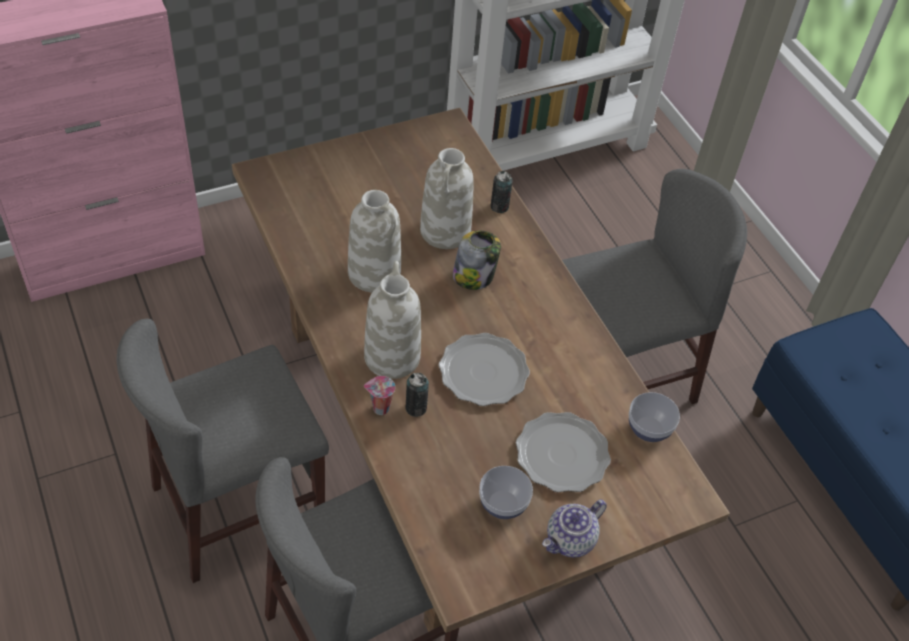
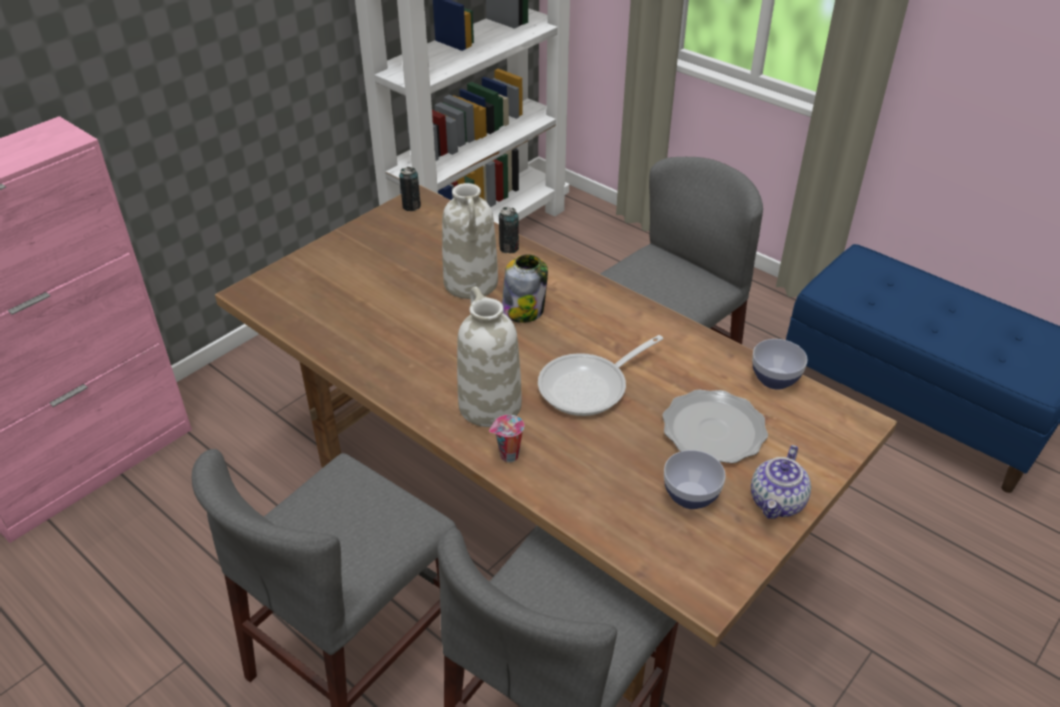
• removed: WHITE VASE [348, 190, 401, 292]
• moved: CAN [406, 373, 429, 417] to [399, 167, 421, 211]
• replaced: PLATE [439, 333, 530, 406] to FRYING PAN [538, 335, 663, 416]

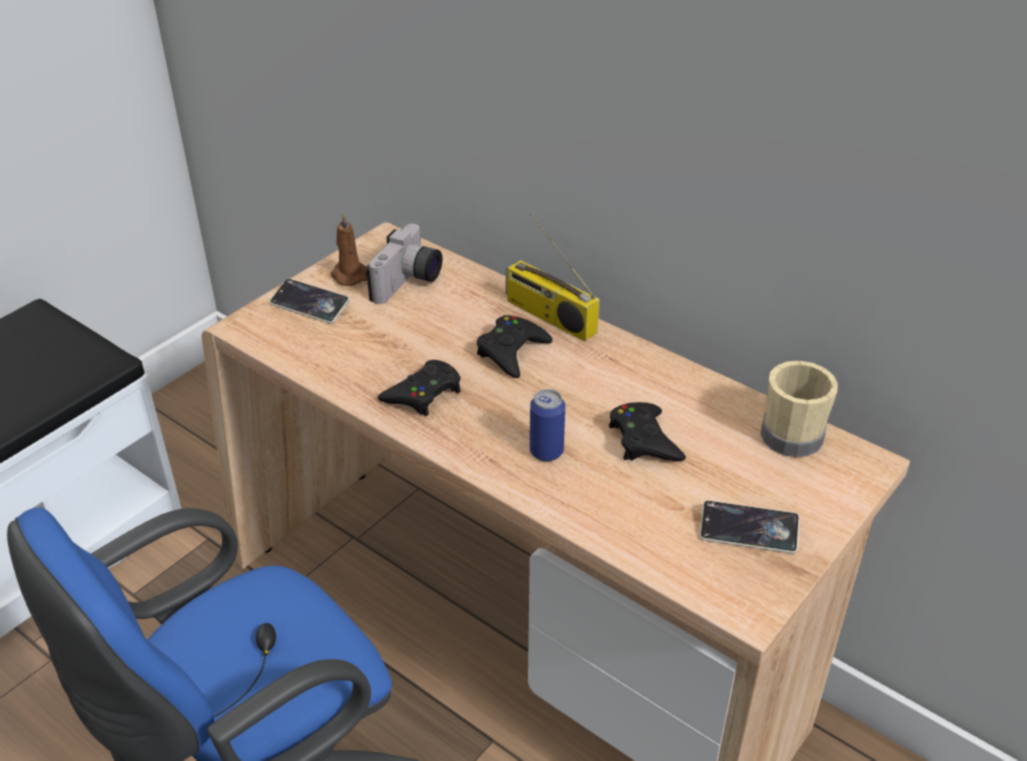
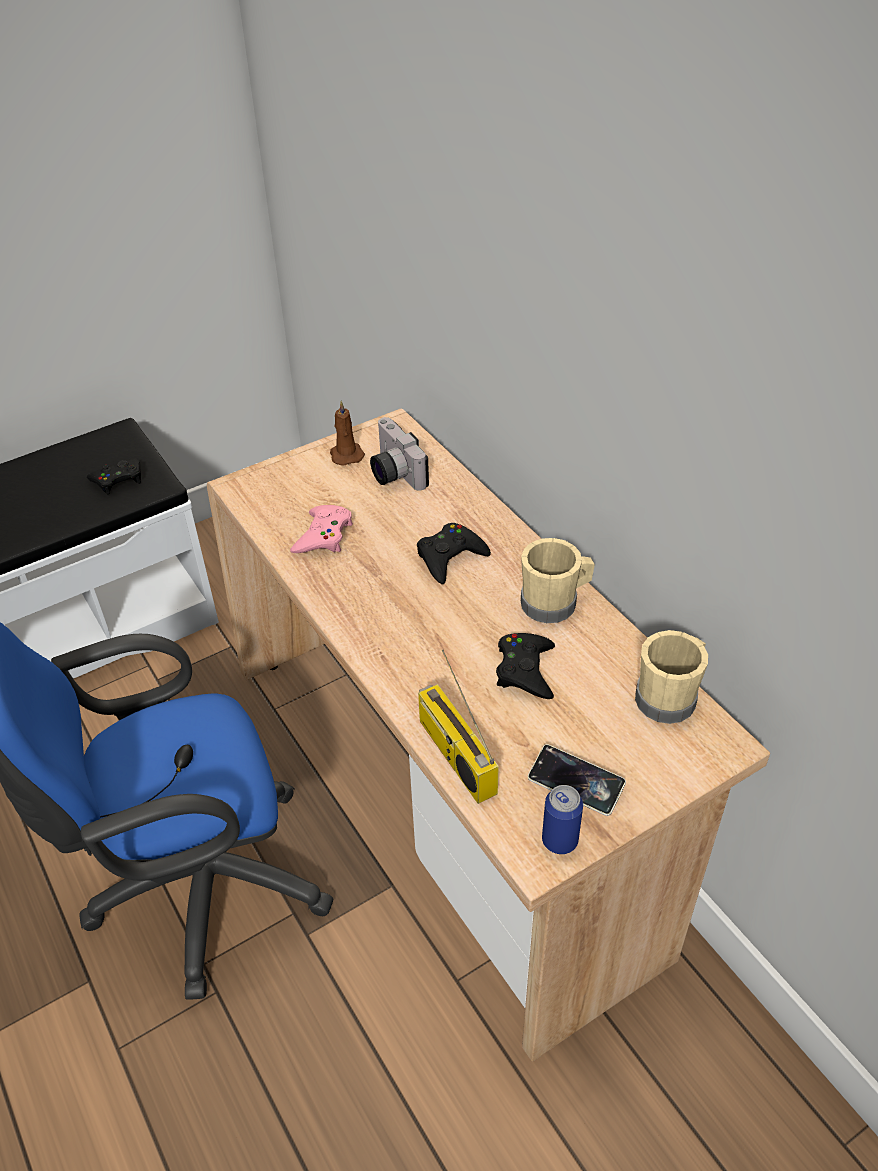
• removed: PHONE [270, 279, 350, 324]
• added: PINK GAME CONTROLLER [290, 505, 353, 553]
• added: BEIGE MUG [521, 538, 595, 623]
• moved: BLACK GAME CONTROLLER [378, 360, 461, 416] to [87, 458, 141, 494]
• moved: RADIO [506, 213, 599, 341] to [418, 649, 499, 804]
• moved: CAN [530, 389, 565, 462] to [542, 785, 583, 854]
• turned: PHOTO CAMERA [365, 224, 442, 304] = [370, 417, 429, 490] 105 degrees clockwise

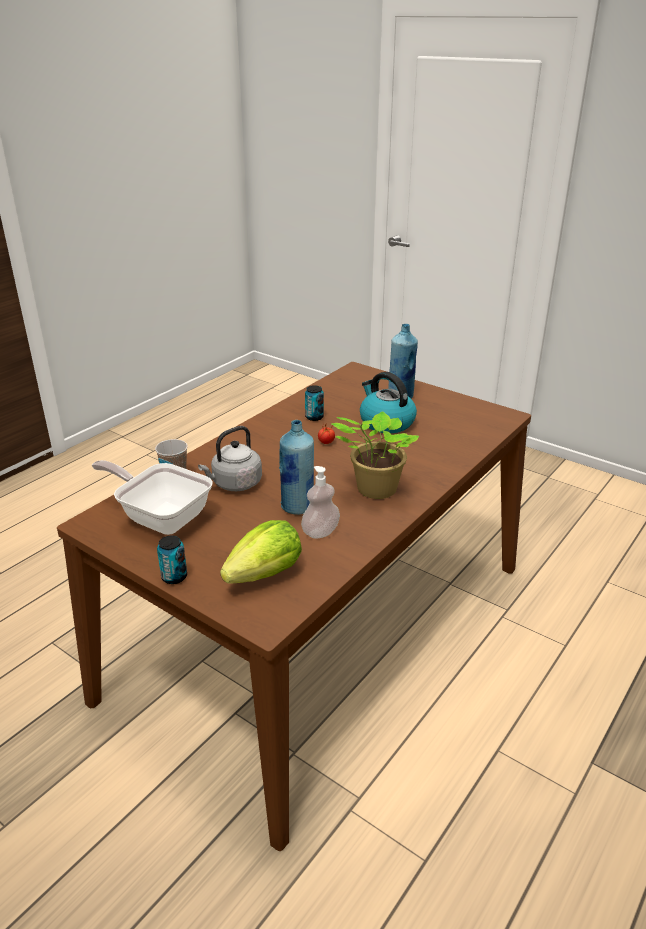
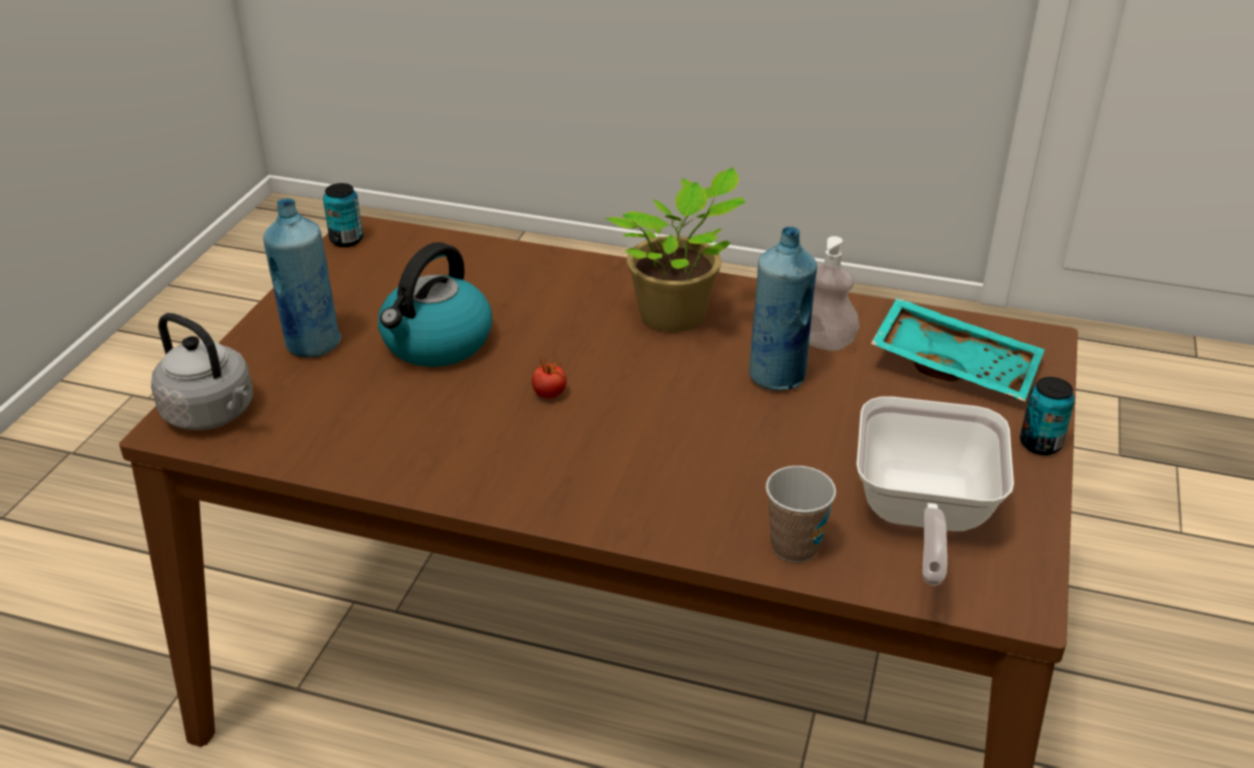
• moved: GREY KETTLE [198, 426, 262, 491] to [151, 313, 253, 430]
• moved: CAN [305, 385, 324, 421] to [323, 183, 363, 247]
• replaced: LETTUCE [220, 520, 302, 583] to TURQUOISE TRAY [871, 297, 1045, 401]

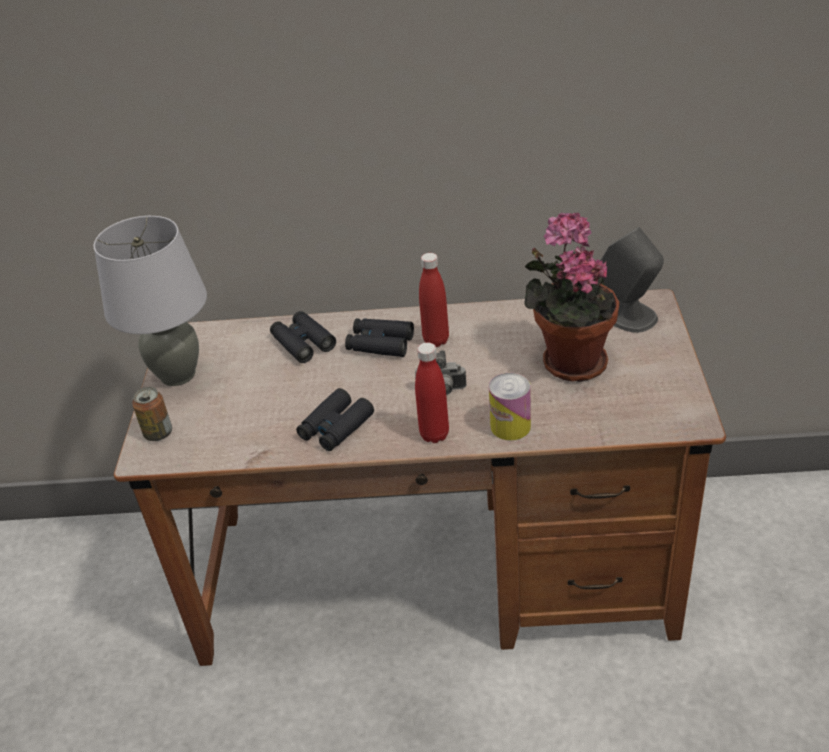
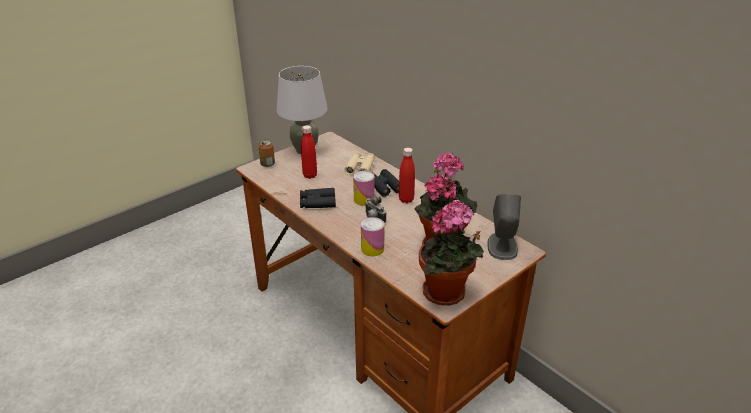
• added: CAN [353, 171, 375, 206]
• added: POTTED PLANT [419, 200, 484, 305]
• moved: RED BOTTLE [415, 342, 449, 443] to [301, 125, 317, 179]
• recoloured: BLACK BINOCULARS [270, 311, 336, 363] to BEIGE BINOCULARS [344, 152, 375, 175]

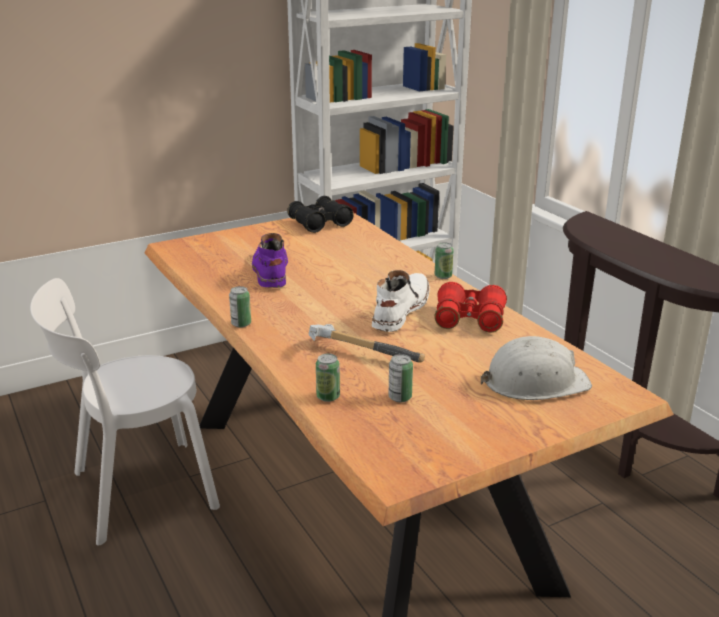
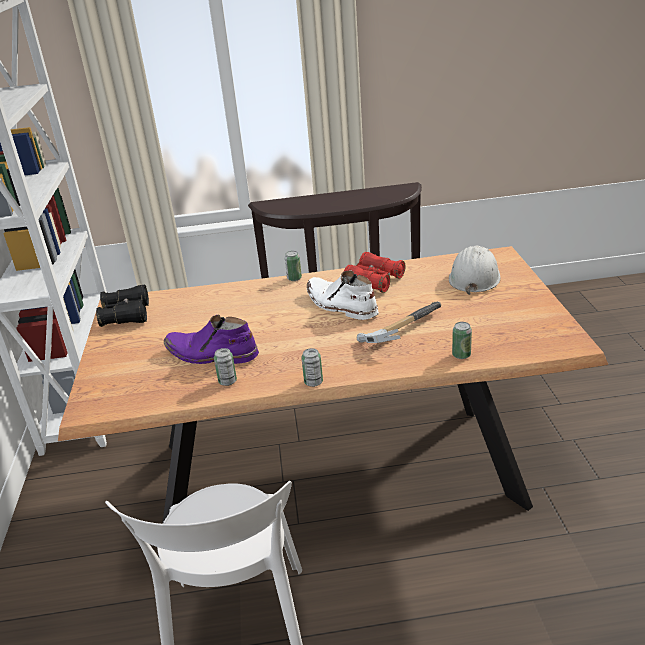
• moved: CAN [389, 354, 413, 402] to [214, 348, 237, 386]

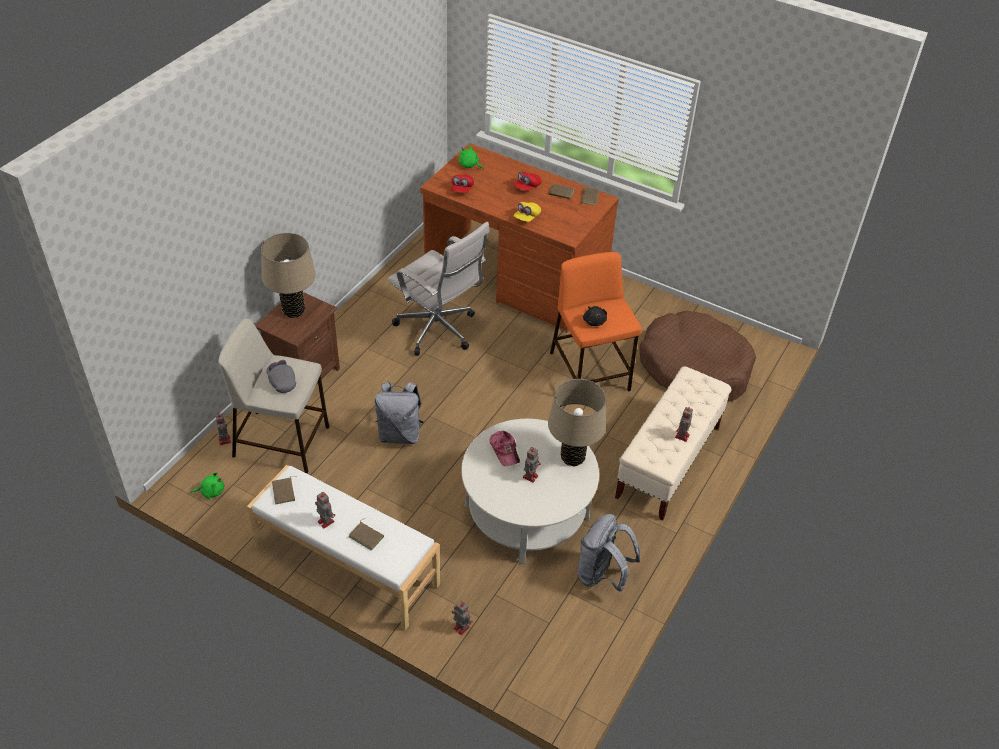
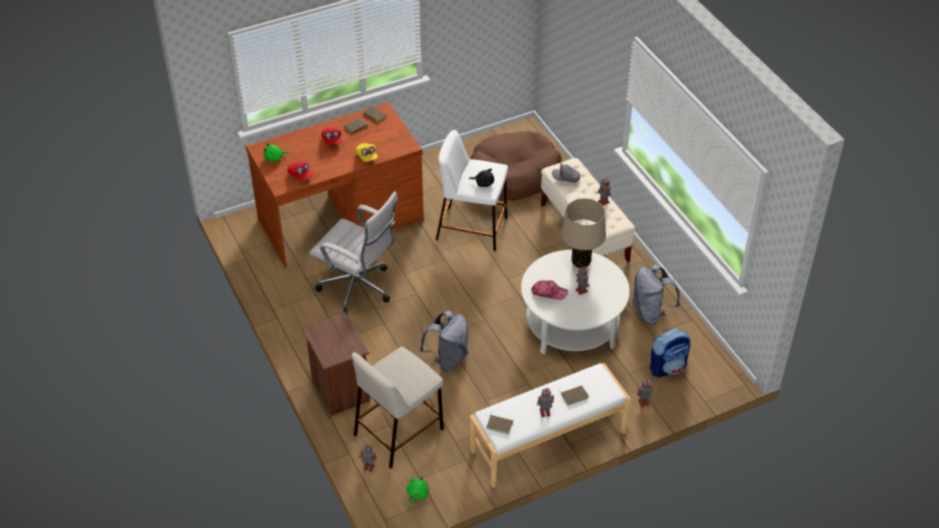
• removed: BEIGE TABLE LAMP [261, 233, 316, 318]
• added: BACKPACK [650, 328, 690, 378]
• moved: GREY CAP [266, 360, 296, 393] to [552, 163, 580, 183]
• recoloured: ORANGE STOOL [550, 252, 642, 391] to WHITE STOOL [436, 130, 508, 251]
• turned: WHITE OFFICE CHAIR [388, 222, 490, 356] = [309, 191, 398, 315] 45 degrees clockwise

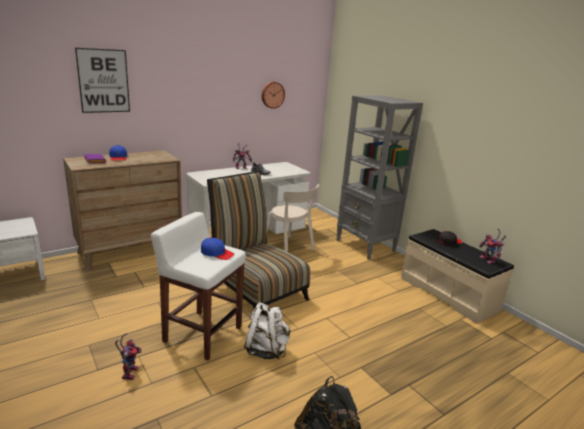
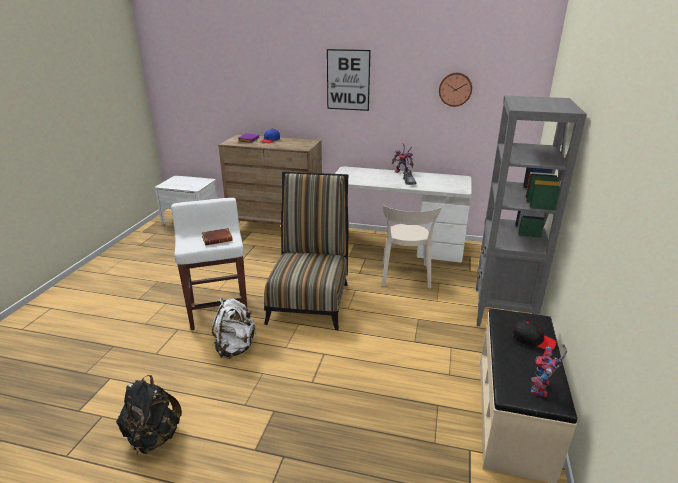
• removed: TOY ROBOT [115, 333, 142, 380]
• moved: PICTURE [75, 48, 130, 113] to [327, 49, 371, 111]
• replaced: BLUE CAP [201, 238, 234, 260] to BROWN BOOK [202, 228, 233, 246]

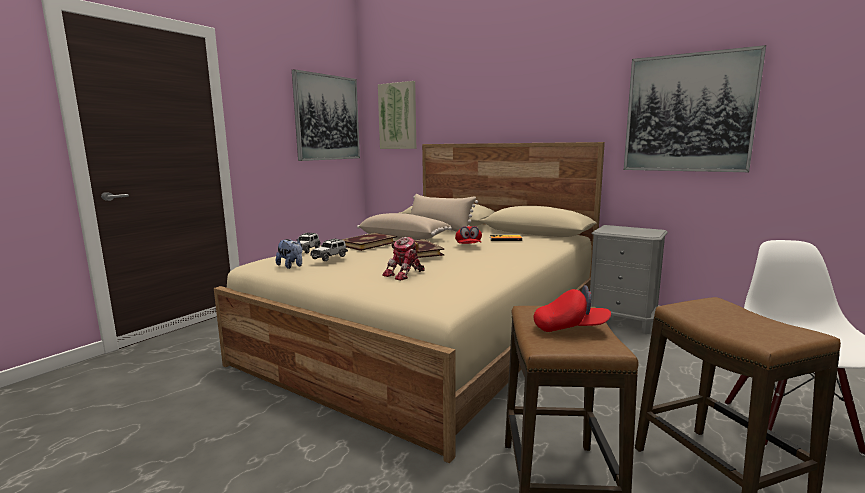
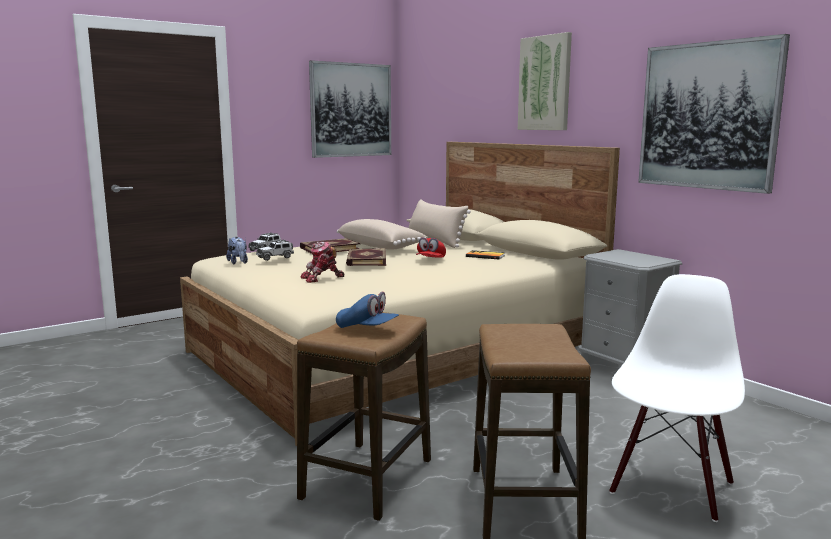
• moved: PICTURE [378, 81, 416, 149] to [518, 32, 572, 130]
• recoloured: RED CAP [534, 285, 611, 332] to BLUE CAP [336, 291, 399, 328]

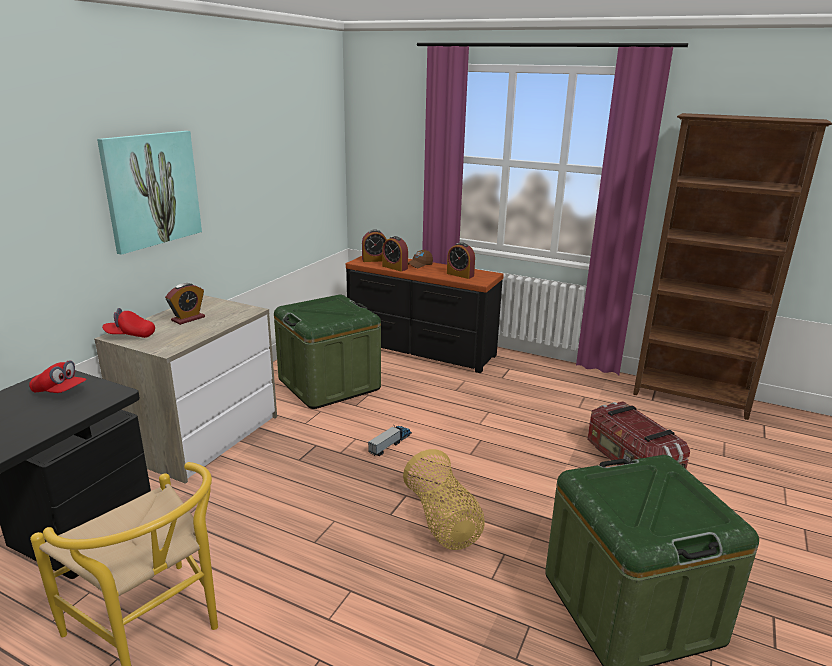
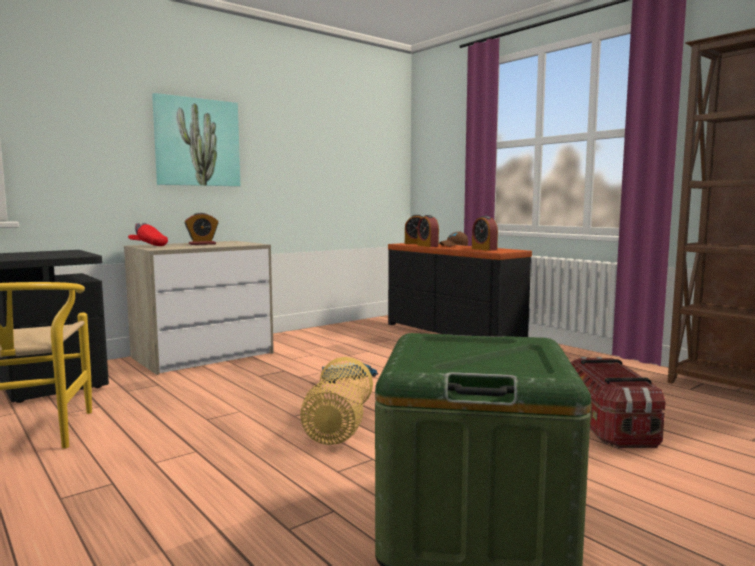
• removed: RED CAP [29, 360, 87, 393]
• removed: GREEN STORAGE BOX [274, 295, 381, 409]

